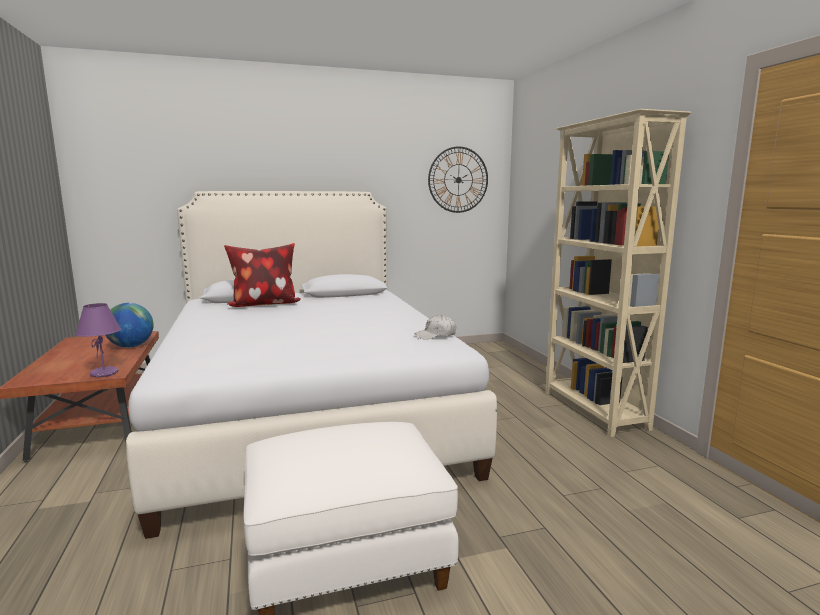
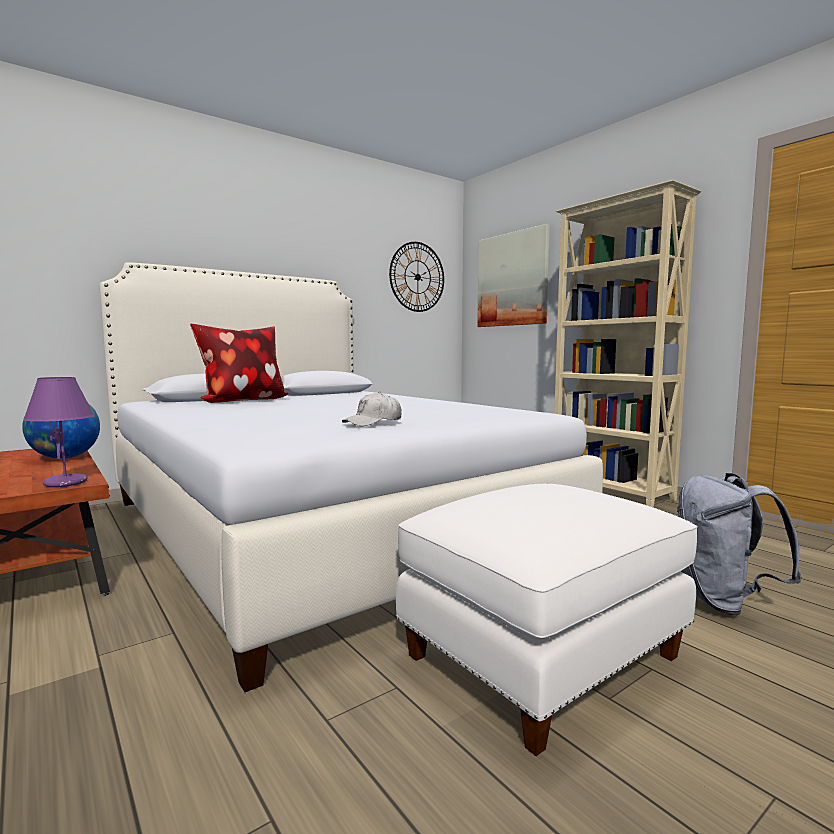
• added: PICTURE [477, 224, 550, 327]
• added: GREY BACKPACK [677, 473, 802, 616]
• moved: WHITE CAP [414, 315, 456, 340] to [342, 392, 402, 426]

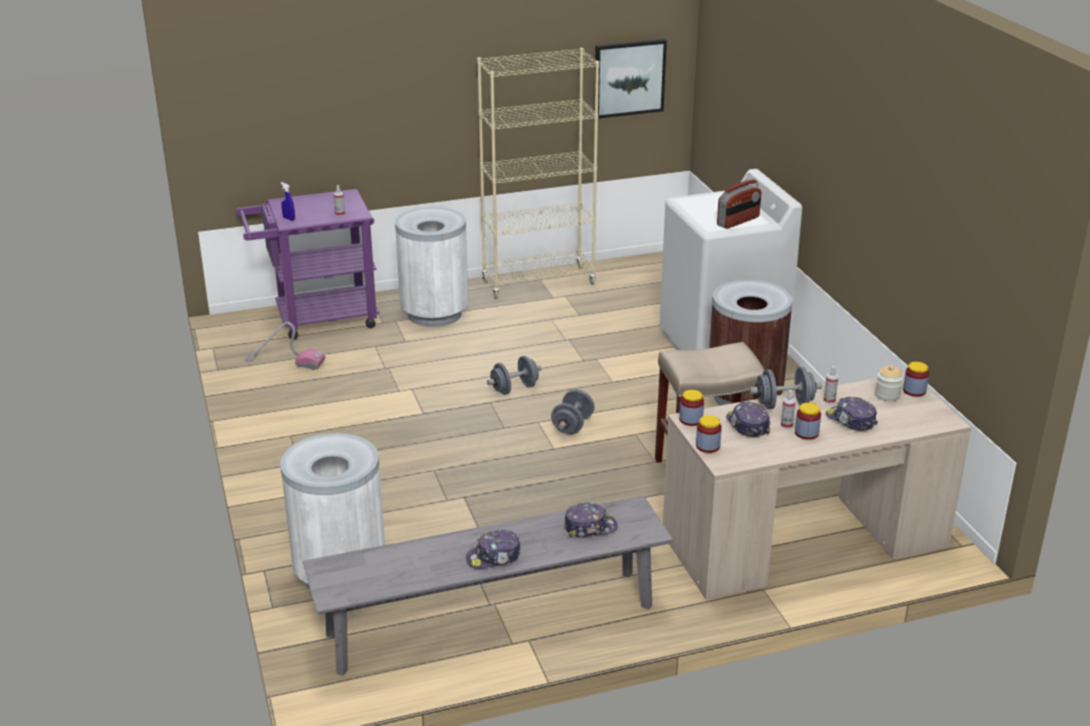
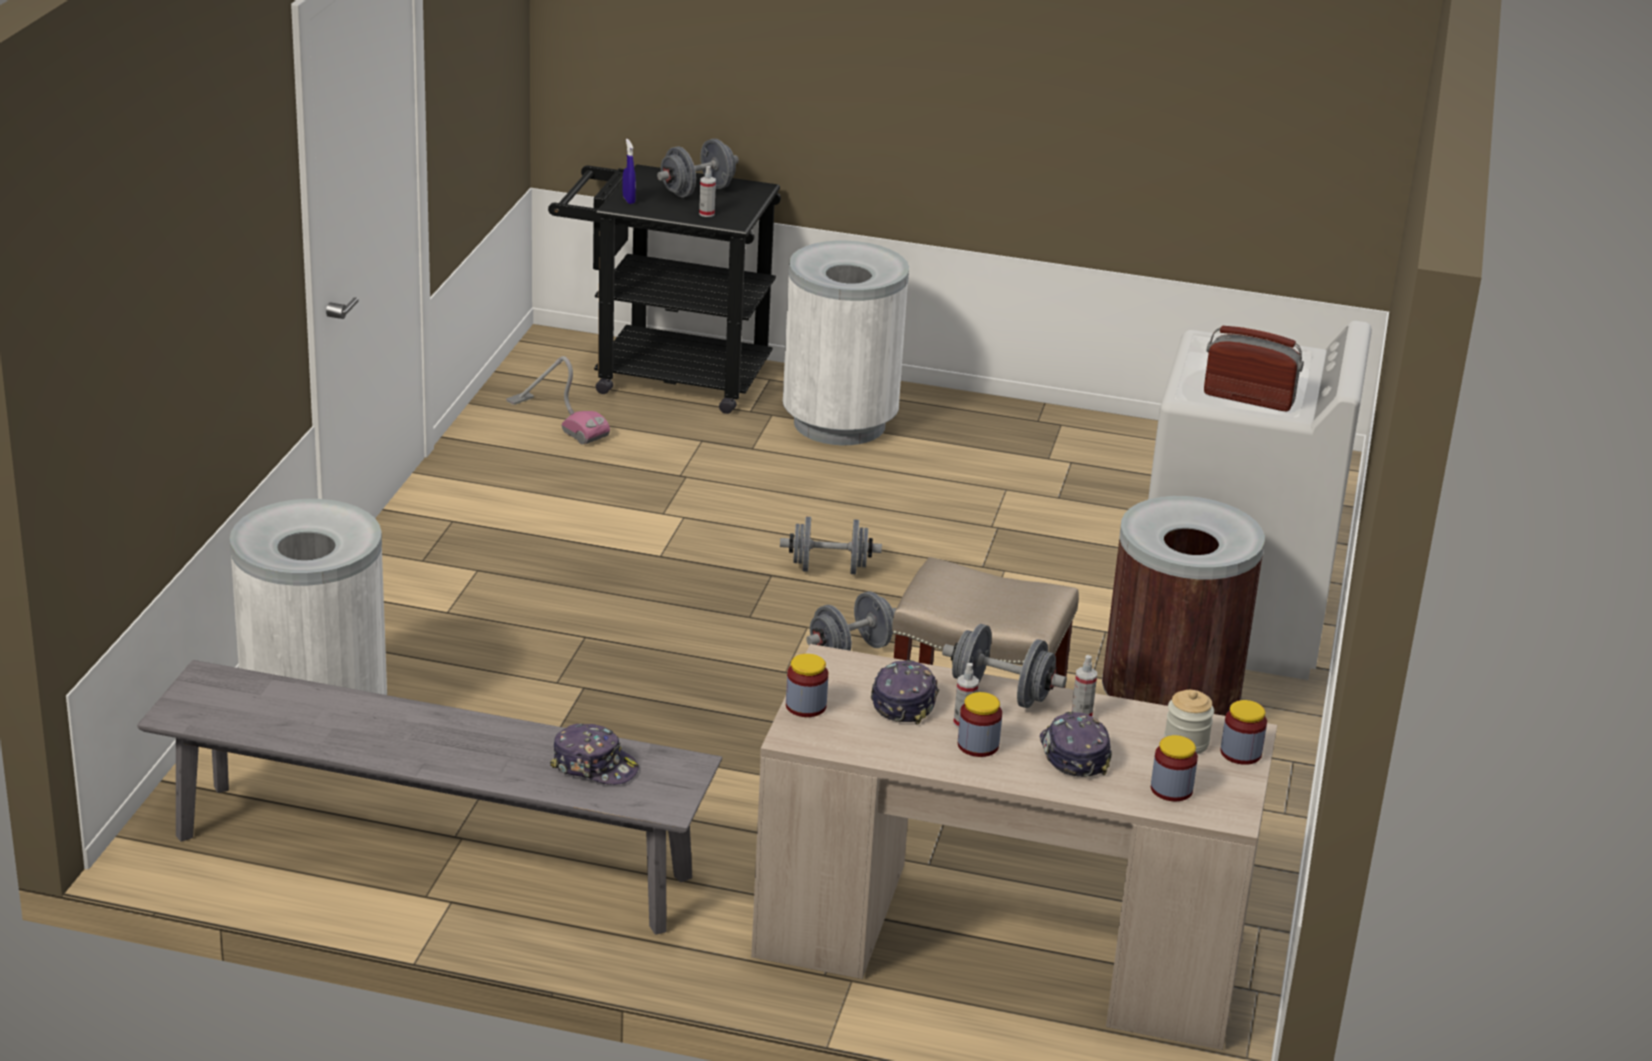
• removed: CAP [466, 530, 520, 569]
• removed: BEIGE BOOKCASE [477, 48, 599, 299]
• removed: PICTURE [594, 39, 667, 119]
• added: GREY DUMBBELL [657, 139, 739, 197]
• moved: JAR [679, 390, 704, 426] to [1151, 735, 1198, 801]
• recoloured: PURPLE CART [236, 189, 380, 340] to BLACK CART [548, 164, 781, 414]
• turned: RADIO [717, 179, 761, 229] = [1204, 326, 1304, 411] 150 degrees counterclockwise

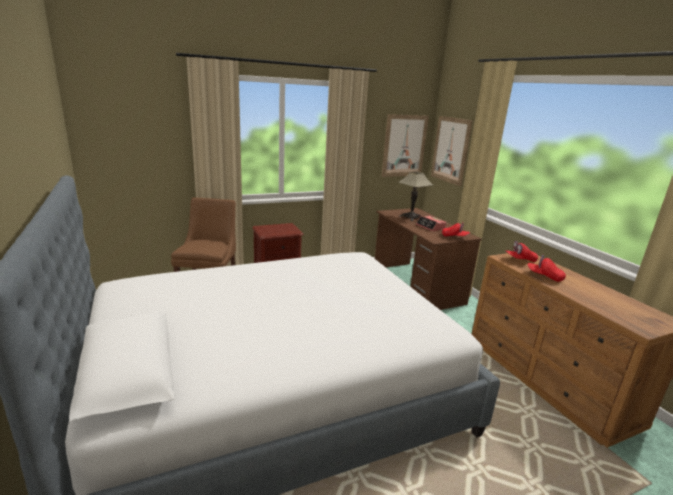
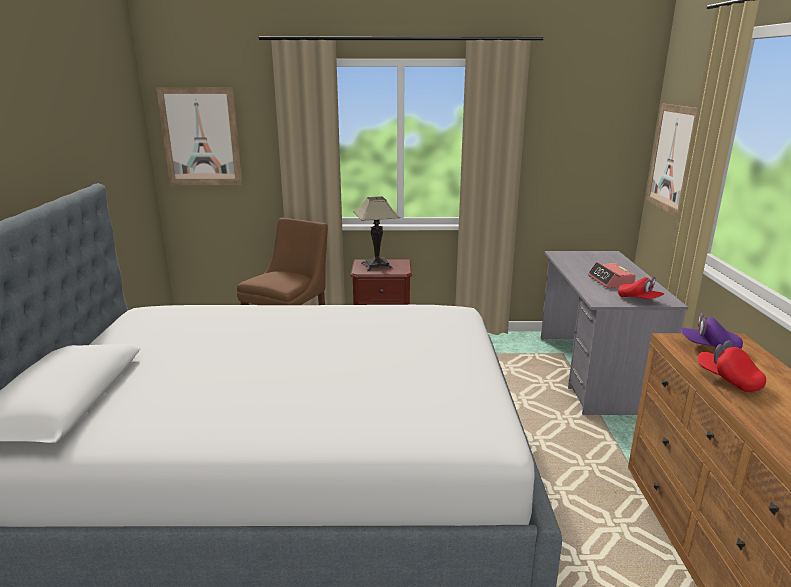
• moved: PICTURE [382, 114, 429, 177] to [156, 87, 243, 185]
• moved: TABLE LAMP [398, 172, 433, 221] to [354, 196, 401, 271]
• recoloured: BROWN DESK [375, 208, 482, 310] to GREY DESK [541, 251, 688, 415]
• recoloured: RED CAP [506, 241, 538, 262] to PURPLE CAP [680, 313, 743, 349]

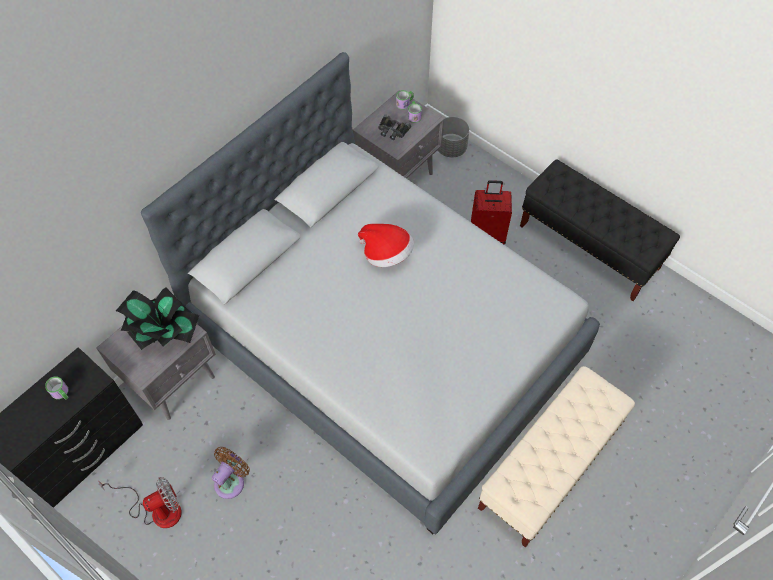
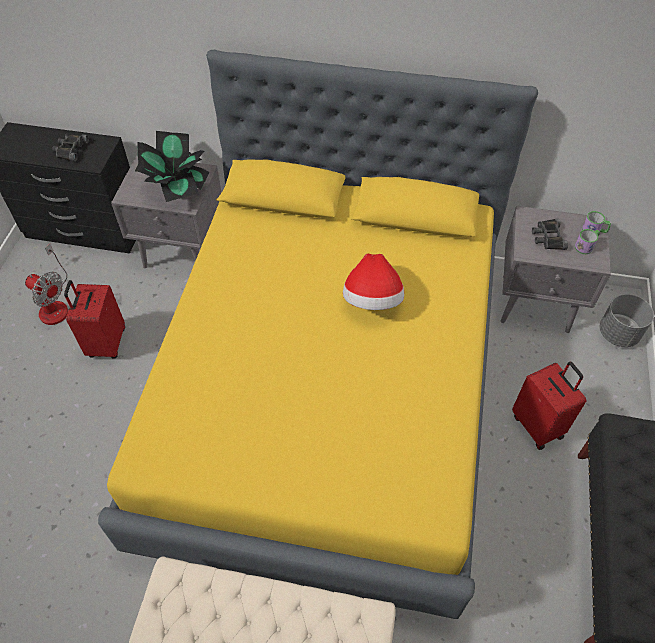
• replaced: MUG [45, 376, 69, 400] to BLACK BINOCULARS [52, 134, 89, 162]
• replaced: BROWN FAN [212, 447, 250, 499] to RED SUITCASE [64, 280, 125, 358]
• recoloured: GREY BED [141, 52, 600, 534] to YELLOW BED [98, 50, 538, 619]

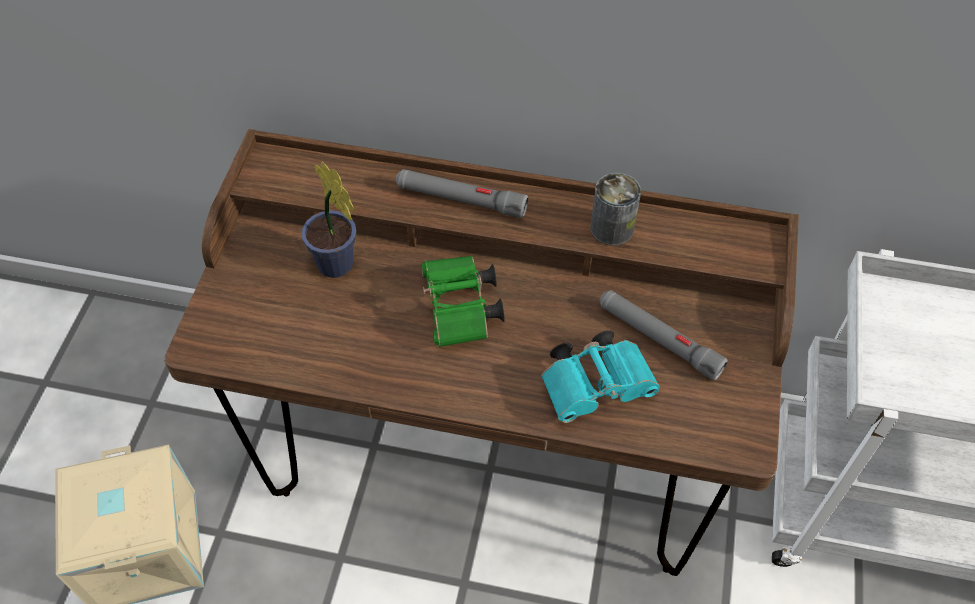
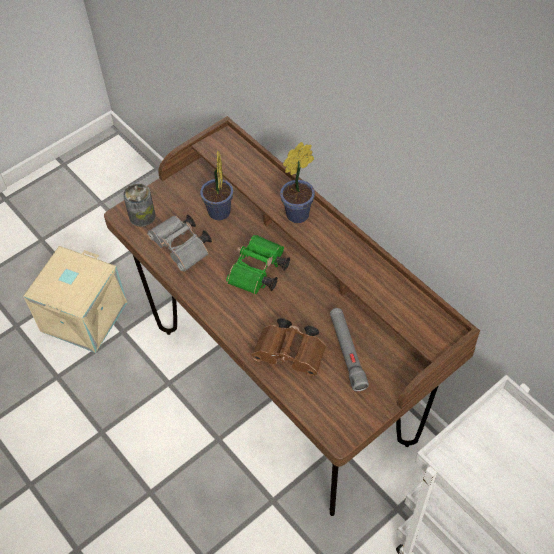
• added: GREY BINOCULARS [147, 215, 212, 272]
• moved: CAN [590, 173, 641, 246] to [123, 183, 156, 227]
• replaced: GREY FLASHLIGHT [396, 169, 528, 218] to POTTED PLANT [280, 142, 315, 223]
• recoloured: TURQUOISE BINOCULARS [541, 330, 660, 423] to BROWN BINOCULARS [252, 318, 326, 377]

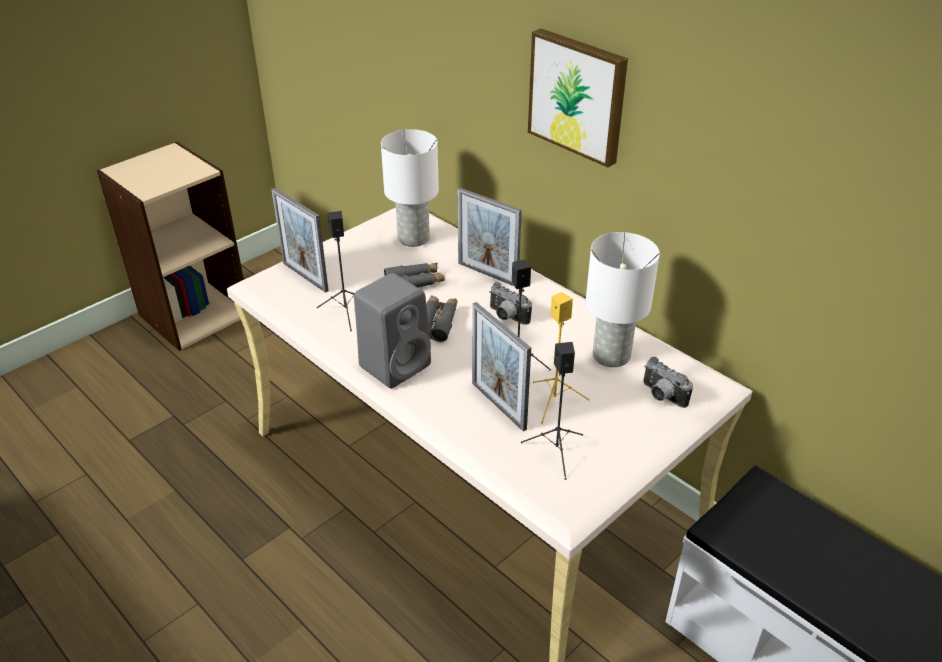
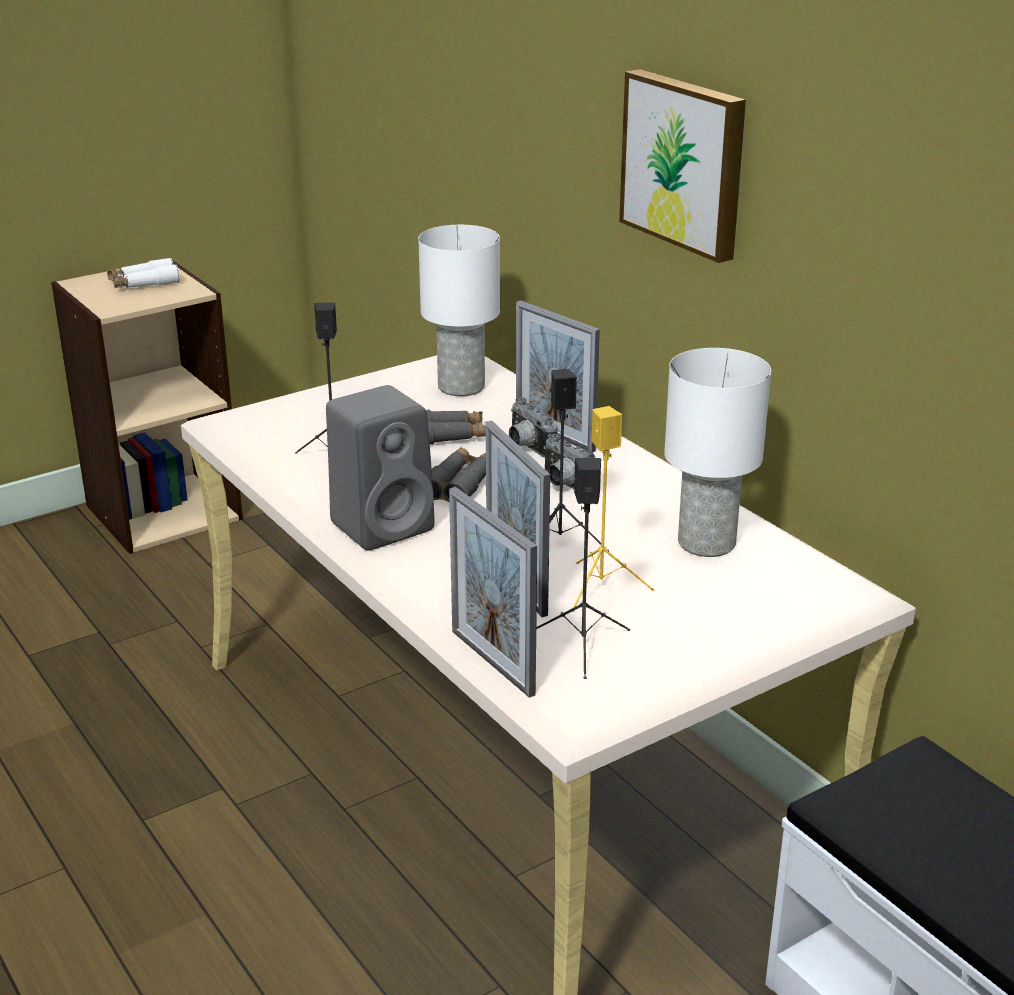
• added: WHITE BINOCULARS [107, 258, 180, 288]
• moved: PICTURE FRAME [271, 188, 329, 293] to [449, 487, 537, 698]
• moved: PHOTO CAMERA [643, 357, 693, 408] to [509, 397, 558, 458]

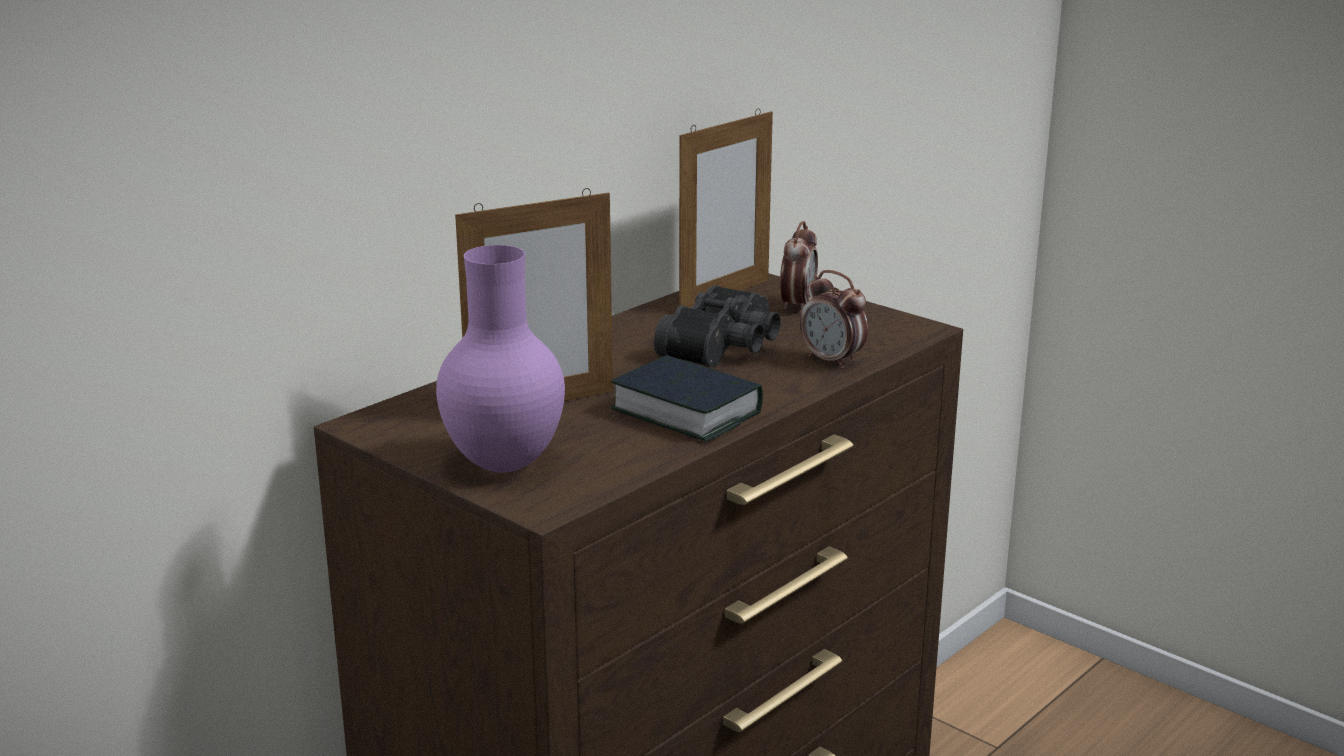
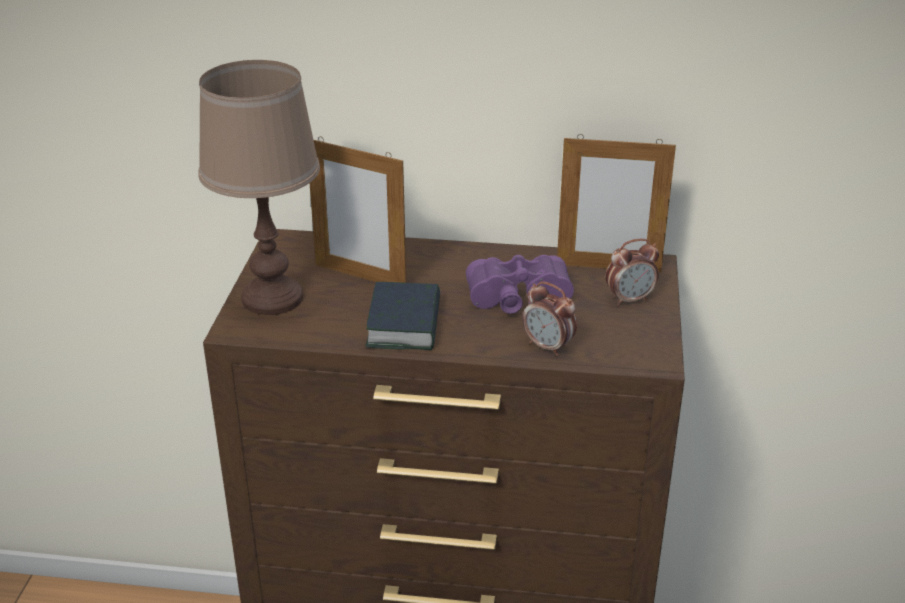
• replaced: PURPLE VASE [436, 245, 565, 473] to BROWN TABLE LAMP [198, 60, 320, 315]
• recoloured: BLACK BINOCULARS [654, 285, 781, 367] to PURPLE BINOCULARS [466, 255, 574, 314]
• turned: ALARM CLOCK [800, 270, 868, 369] = [522, 281, 577, 356] 60 degrees counterclockwise

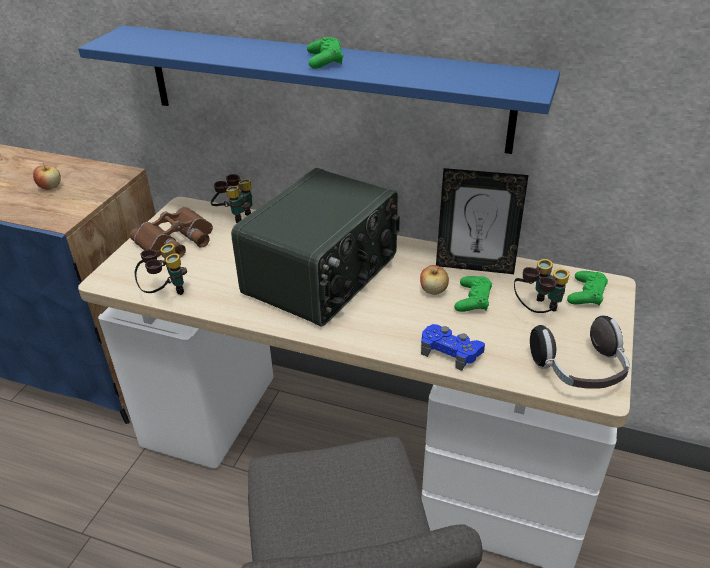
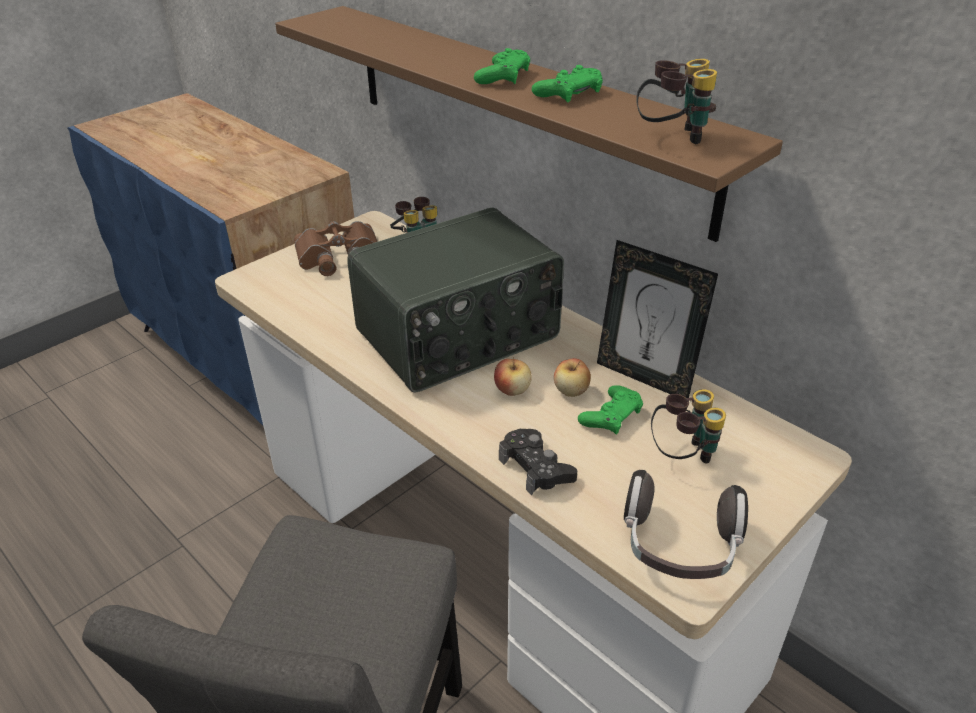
• moved: APPLE [33, 163, 61, 190] to [494, 357, 532, 396]
• moved: BINOCULARS [135, 243, 187, 295] to [636, 59, 717, 144]
• moved: GREEN GAME CONTROLLER [567, 271, 608, 306] to [532, 65, 603, 103]
• recoloured: BLUE SHELF [78, 25, 560, 154] to BROWN SHELF [275, 6, 783, 242]
• recoloured: BLUE GAME CONTROLLER [421, 324, 485, 371] to BLACK GAME CONTROLLER [499, 429, 577, 496]

